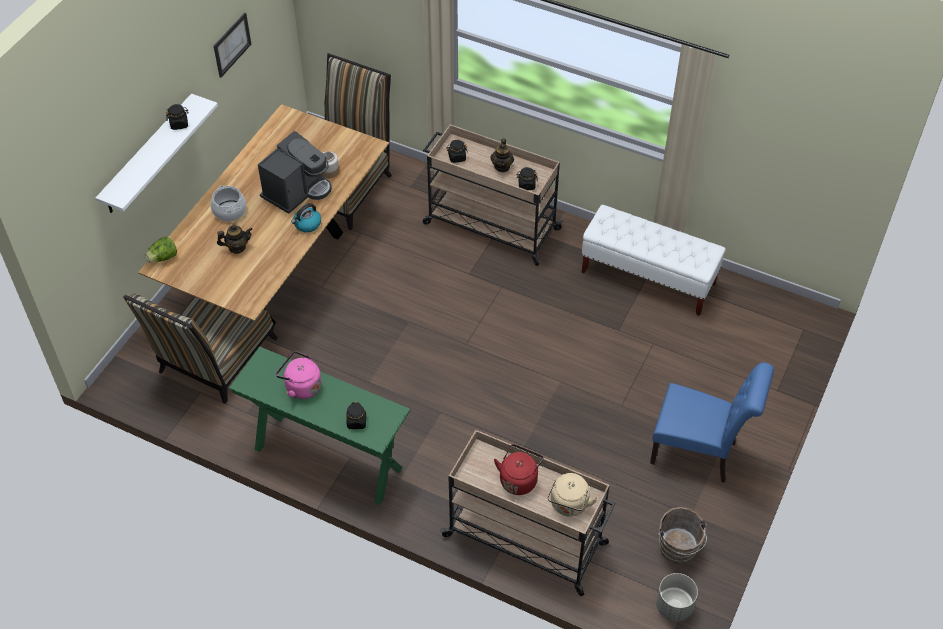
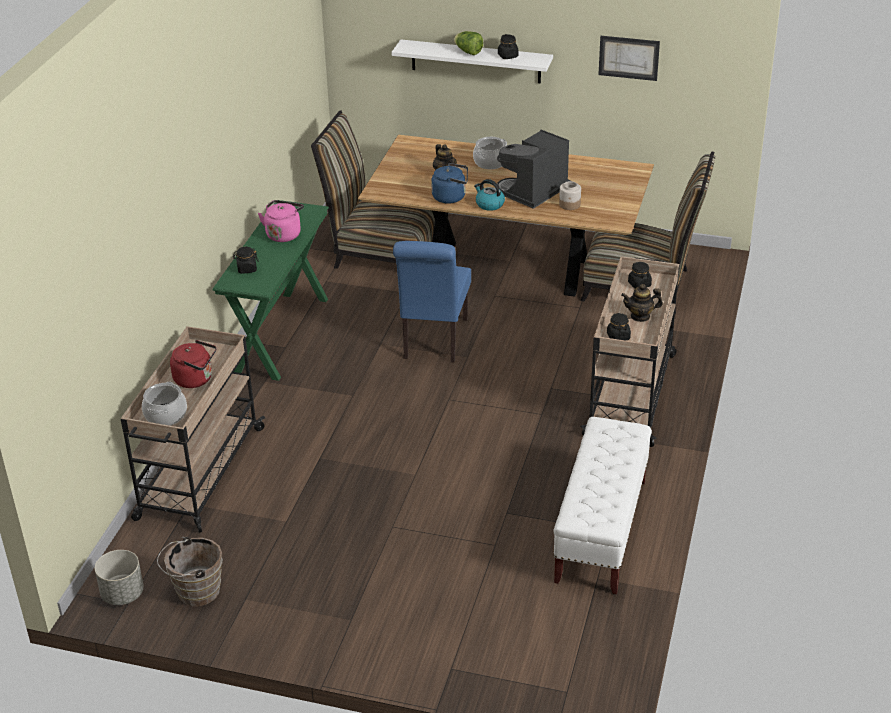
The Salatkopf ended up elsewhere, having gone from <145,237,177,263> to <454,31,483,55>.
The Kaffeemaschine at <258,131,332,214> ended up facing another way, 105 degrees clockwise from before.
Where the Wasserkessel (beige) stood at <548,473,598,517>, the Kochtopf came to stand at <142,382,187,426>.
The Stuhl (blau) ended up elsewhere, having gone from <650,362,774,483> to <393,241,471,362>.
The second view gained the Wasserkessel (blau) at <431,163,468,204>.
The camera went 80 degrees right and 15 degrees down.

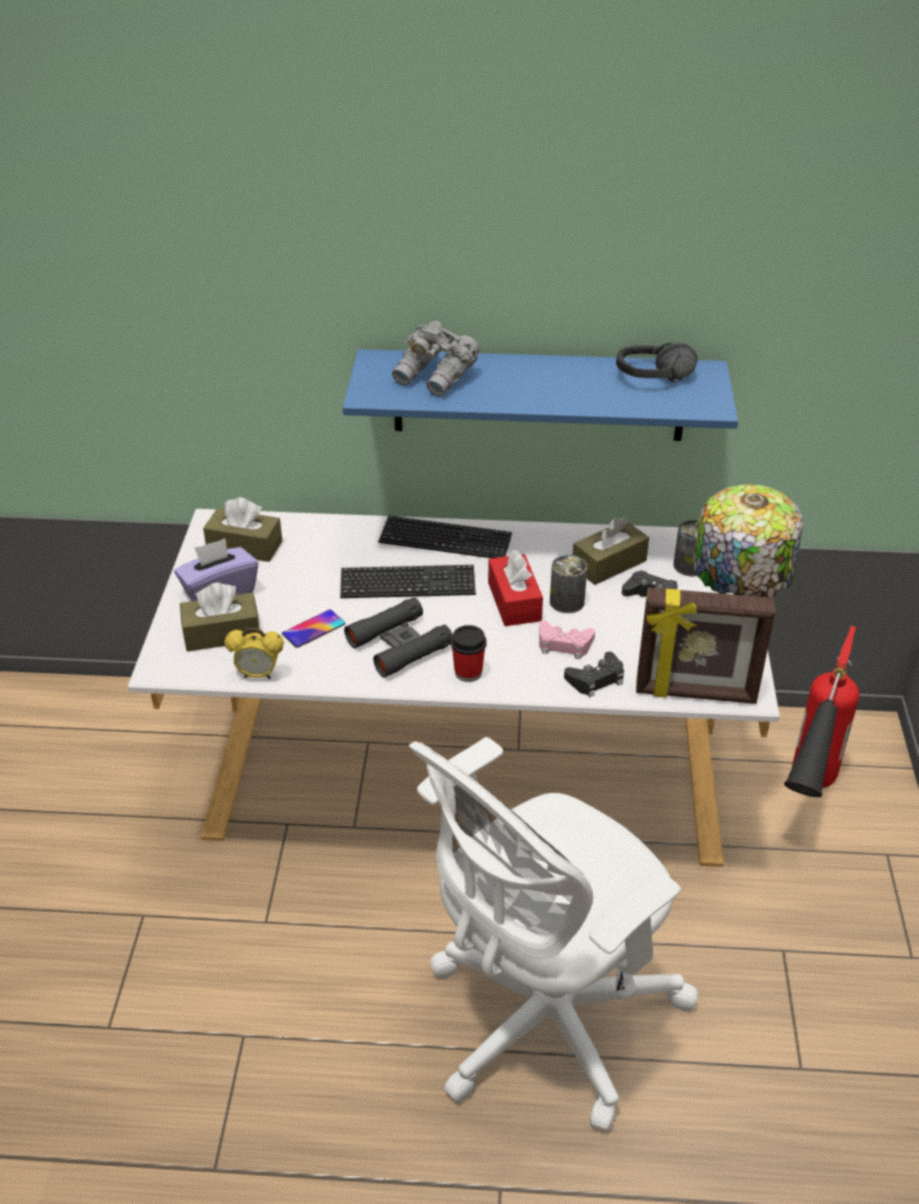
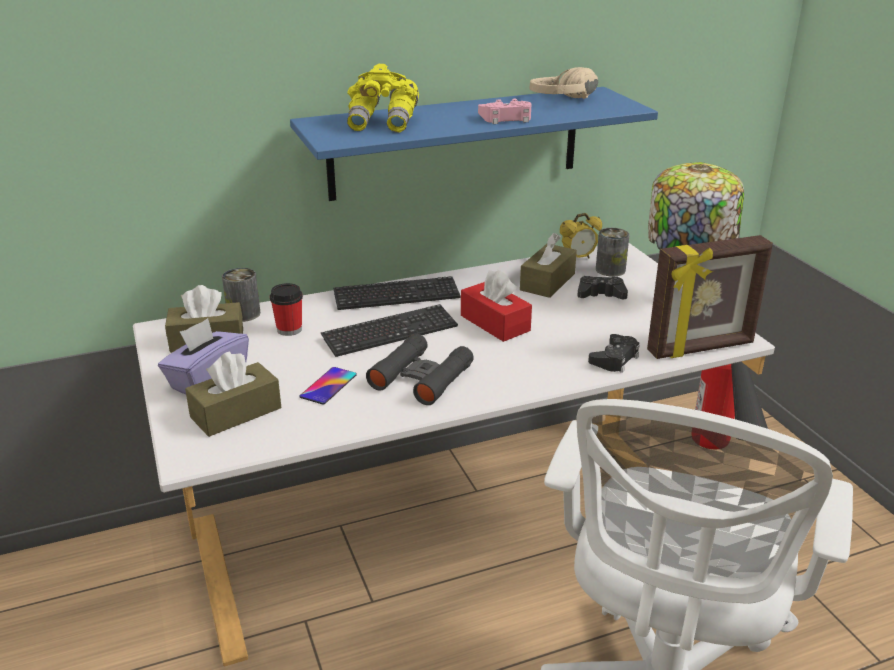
The Wecker ended up elsewhere, having gone from <224,628,284,679> to <560,213,602,258>.
What was the Fernglas (grau) at <392,320,480,396> turned into the Fernglas (gelb) at <347,64,419,132>.
The Tasse ended up elsewhere, having gone from <451,625,487,682> to <270,283,303,336>.
The Gamepad (rosa) ended up elsewhere, having gone from <539,621,595,659> to <478,99,531,124>.
The Dose ended up elsewhere, having gone from <550,555,587,613> to <222,268,260,322>.
What was the Kopfhörer (schwarz) at <616,343,698,382> turned into the Kopfhörer (beige) at <530,67,598,99>.
The camera went 25 degrees left and 10 degrees down.

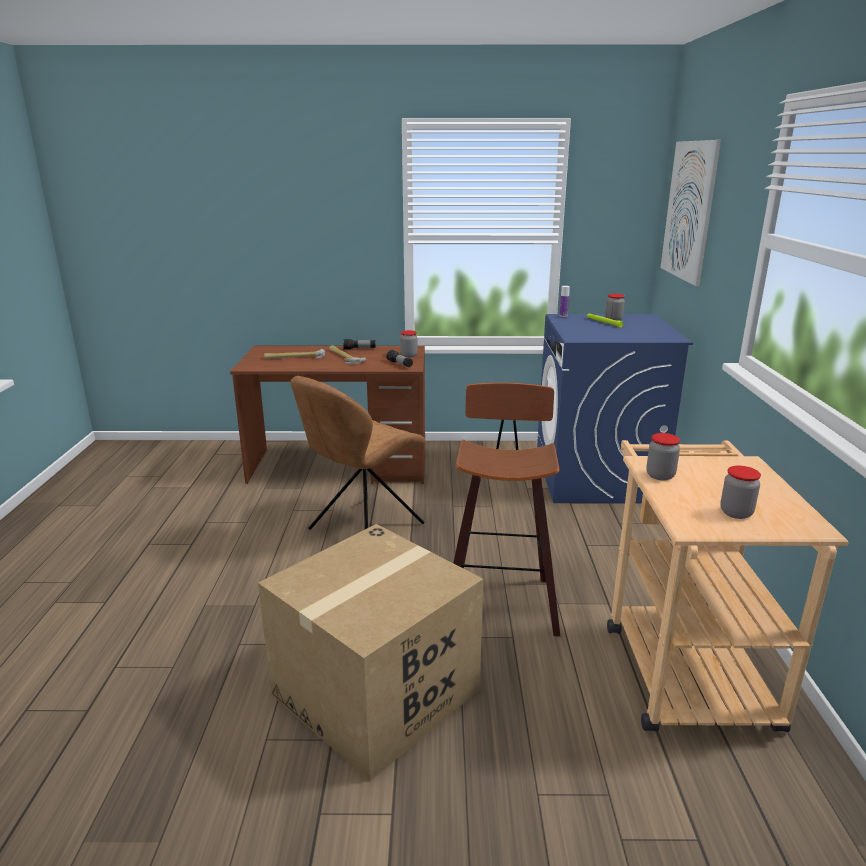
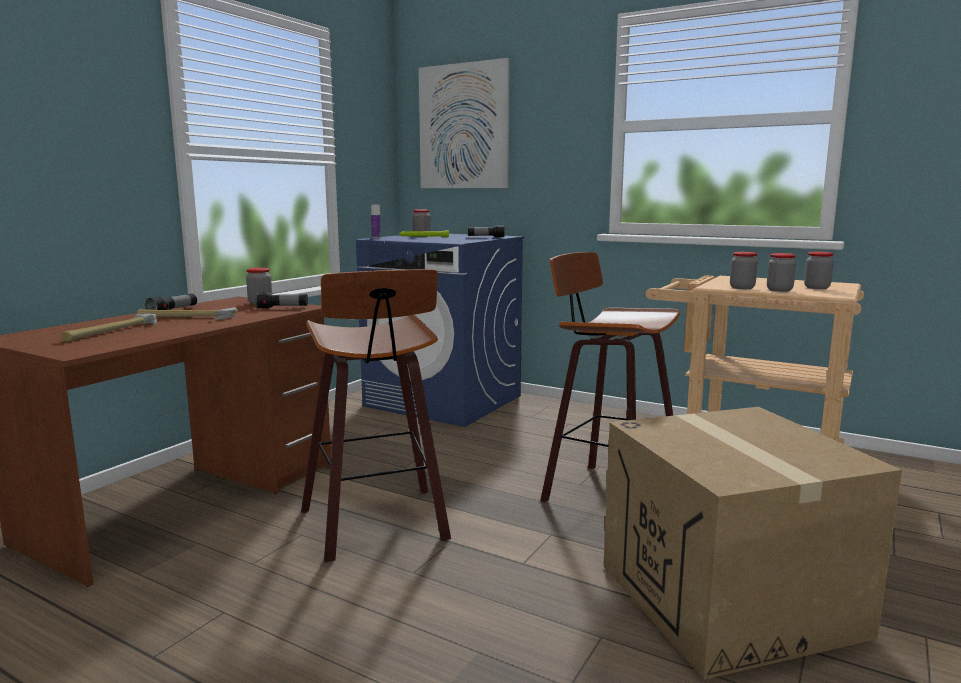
Where the Stuhl (braun) stood at <290,376,426,530>, the Hocker came to stand at <301,269,451,562>.
The second view gained the Taschenlampe at <468,225,505,237>.
The second view gained the Vorratsglas at <767,253,796,292>.
The camera went 60 degrees left and 10 degrees down.

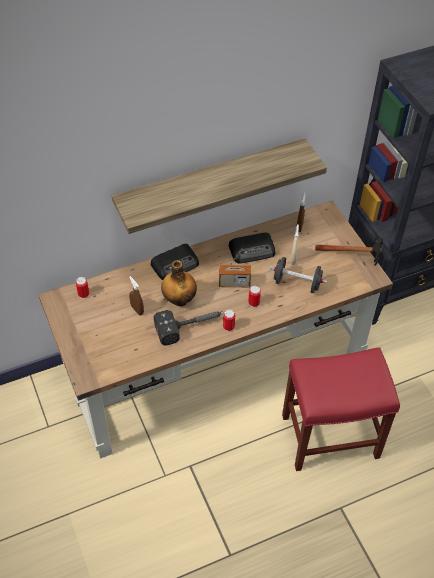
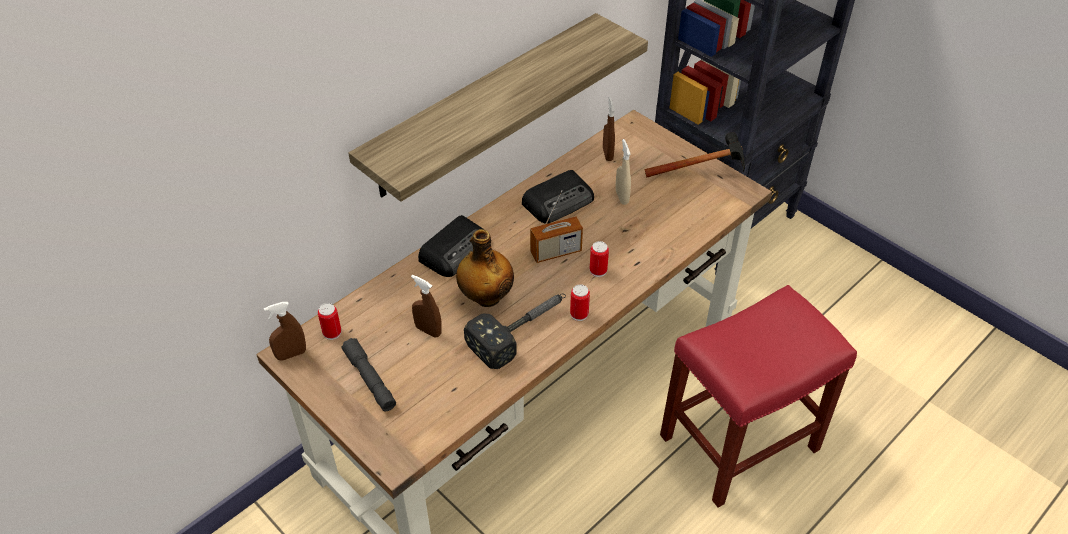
The second view lost the Hantel (schwarz) at <270,257,327,293>.
The second view gained the Sprühflasche (braun) at <264,302,306,360>.
The second view gained the Taschenlampe (grau) at <341,338,396,411>.
The camera went 20 degrees left and 5 degrees down.

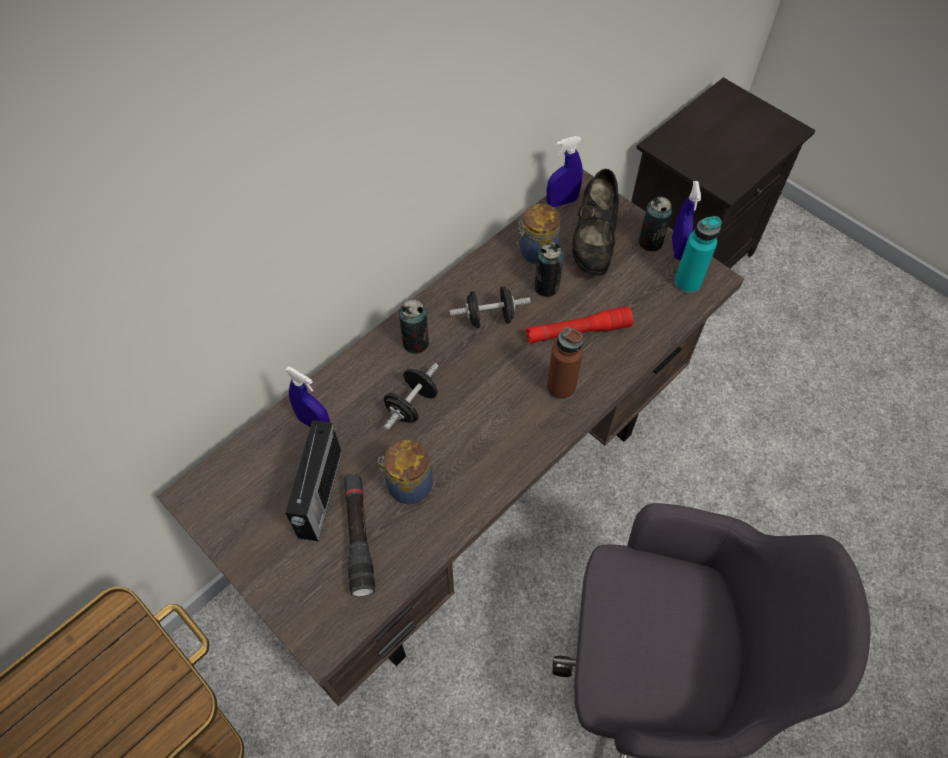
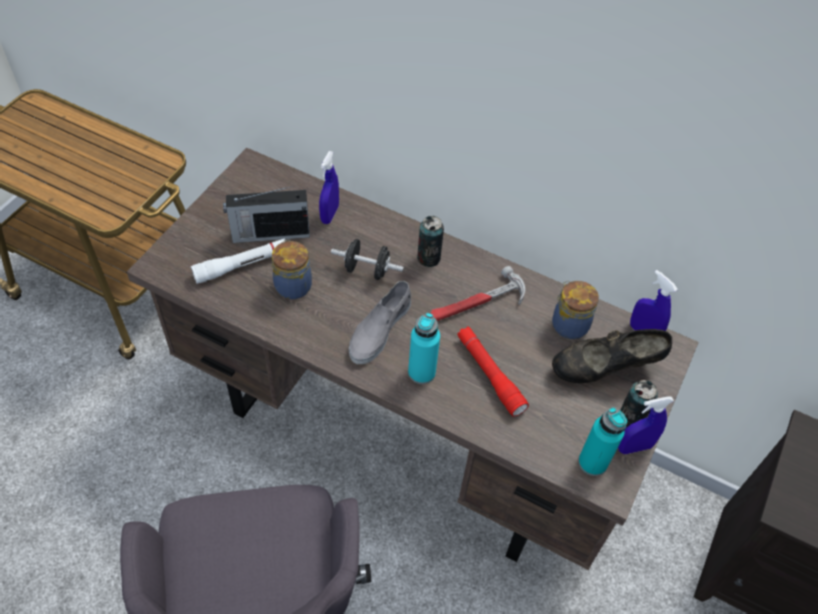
What was the Taschenlampe (schwarz) at <344,473,375,597> turned into the Taschenlampe (weiß) at <191,238,285,284>.
Where the Hantel (schwarz) stood at <449,286,531,328>, the Hammer came to stand at <431,266,525,321>.
The second view lost the Dose at <534,242,564,297>.
What was the Flasche (braun) at <546,327,584,401> turned into the Flasche (türkis) at <408,313,440,384>.
The second view gained the Schuh (grau) at <349,281,411,364>.
The camera went 70 degrees right and 5 degrees down.

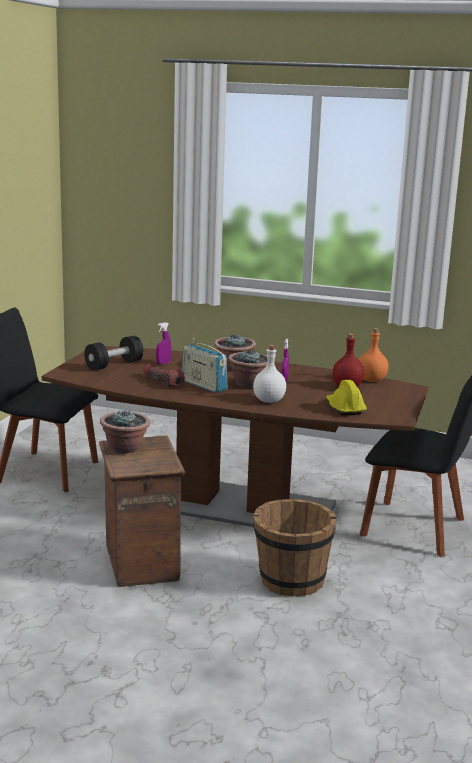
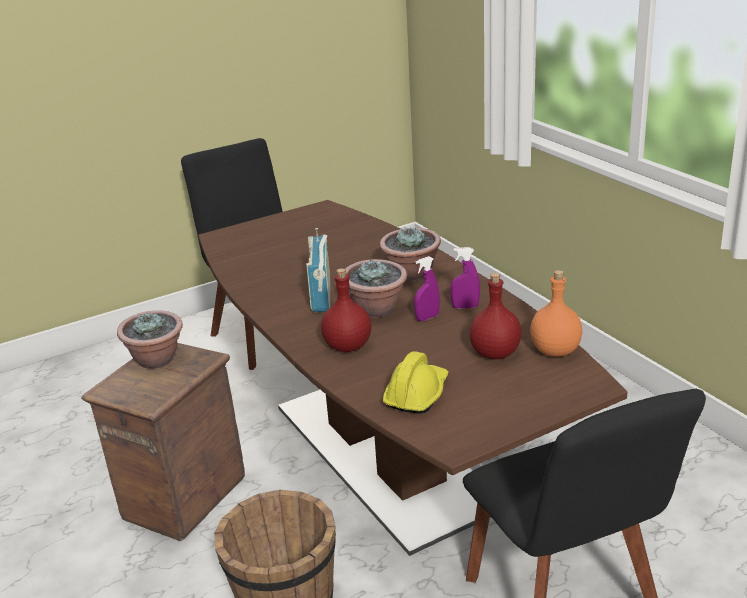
The second view lost the Hantel (schwarz) at <84,336,144,370>.
The second view lost the Taschenlampe at <143,364,185,387>.
The Sprühflasche (lila) ended up elsewhere, having gone from <156,322,172,365> to <450,247,480,309>.
What was the Flasche (weiß) at <253,345,286,403> turned into the Flasche (rot) at <321,268,371,352>.
The camera went 45 degrees right and 10 degrees up.

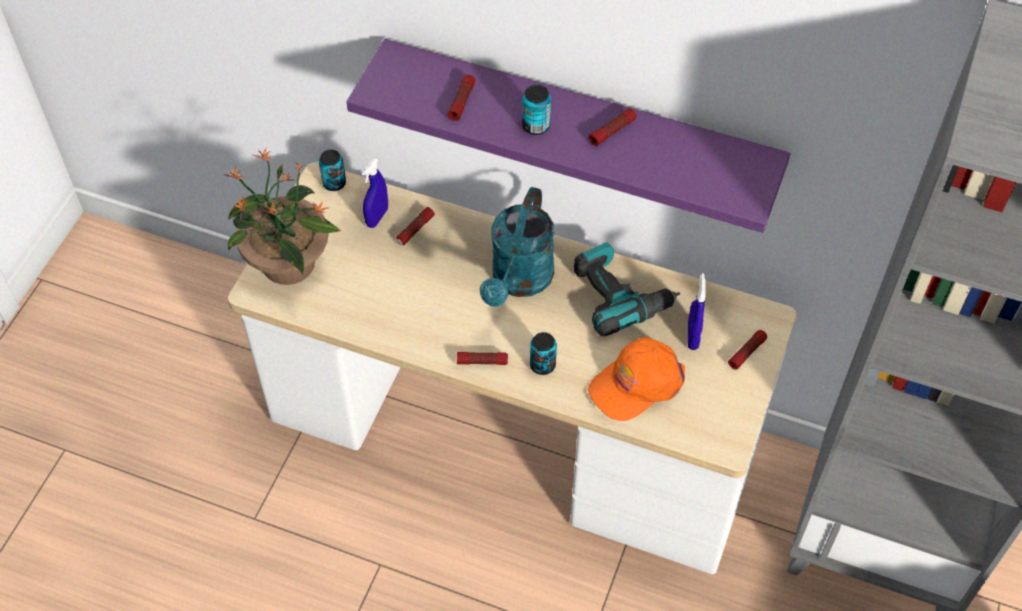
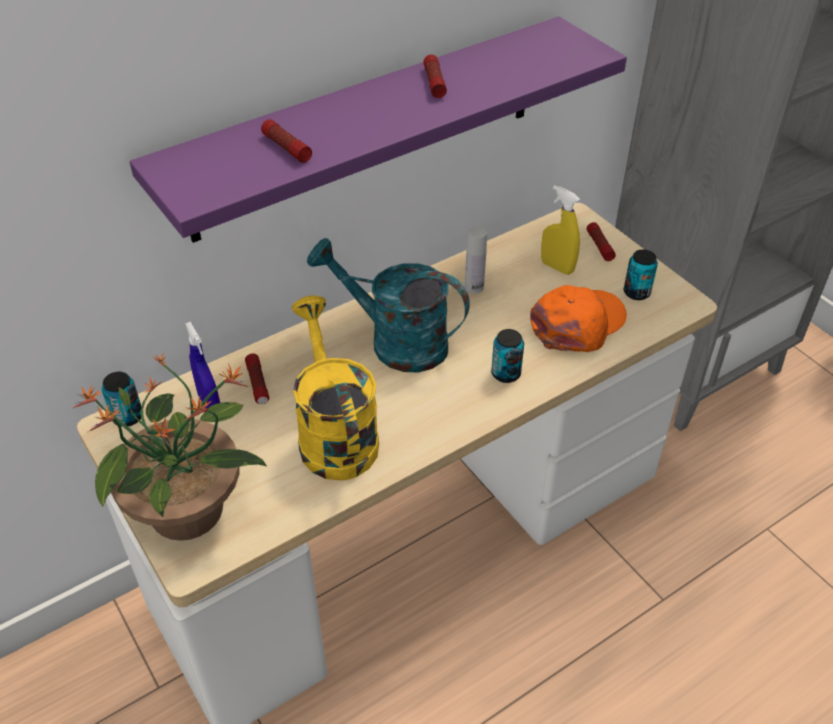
The second view lost the Taschenlampe at <457,352,508,365>.
The Gießkanne (türkis) at <480,187,554,307> ended up facing another way, 150 degrees clockwise from before.
The Dose ended up elsewhere, having gone from <522,85,551,135> to <624,249,658,300>.
Where the Bohrmaschine stood at <574,242,680,336>, the Flasche (weiß) came to stand at <465,226,487,294>.
The Kappe (orange) at <588,337,685,421> ended up facing another way, 135 degrees counterclockwise from before.
What was the Sprühflasche (blau) at <688,273,705,350> turned into the Sprühflasche (gelb) at <541,185,580,275>.
The second view gained the Gießkanne (gelb) at <292,295,379,481>.
The camera went 55 degrees left and 10 degrees down.

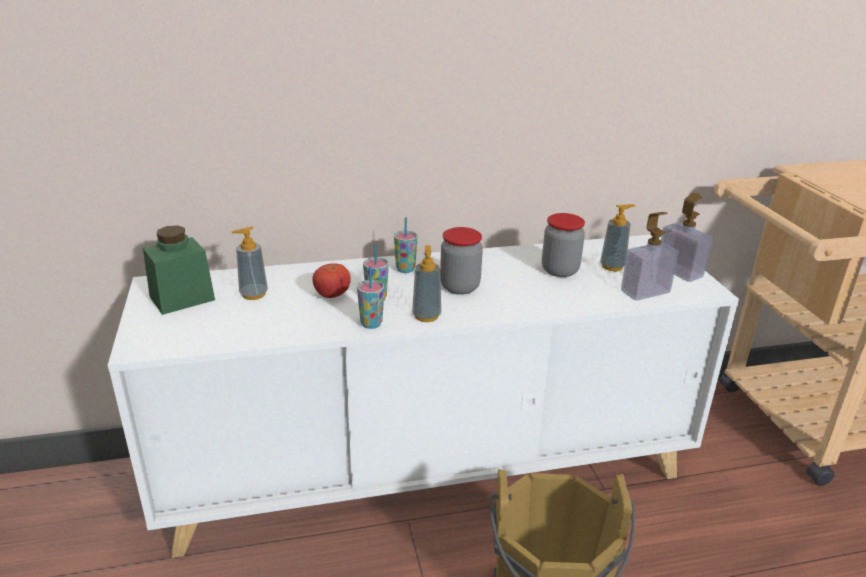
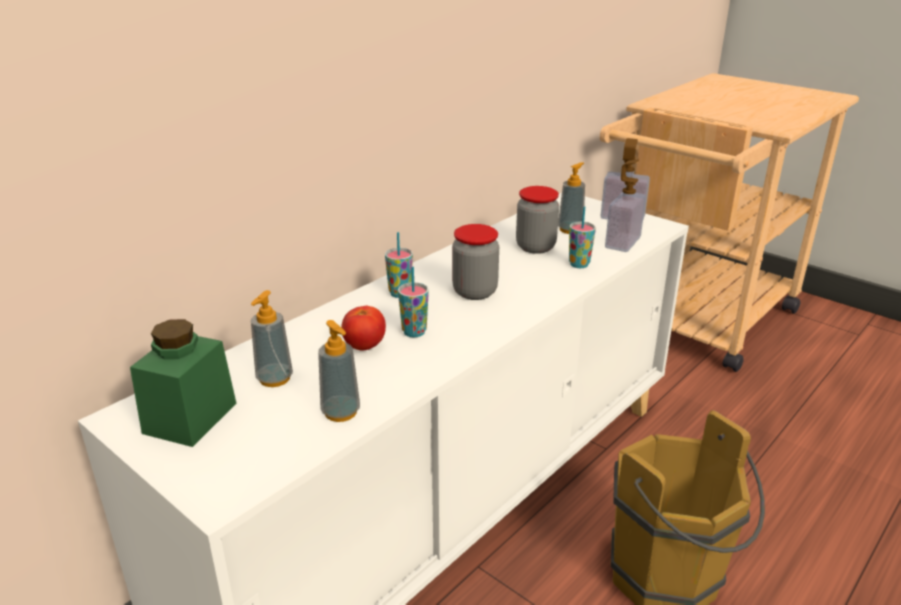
The Tasse ended up elsewhere, having gone from <357,266,384,329> to <569,206,596,268>.
The Seifenspender ended up elsewhere, having gone from <412,245,441,322> to <318,320,360,422>.
The camera went 35 degrees left and 0 degrees up.

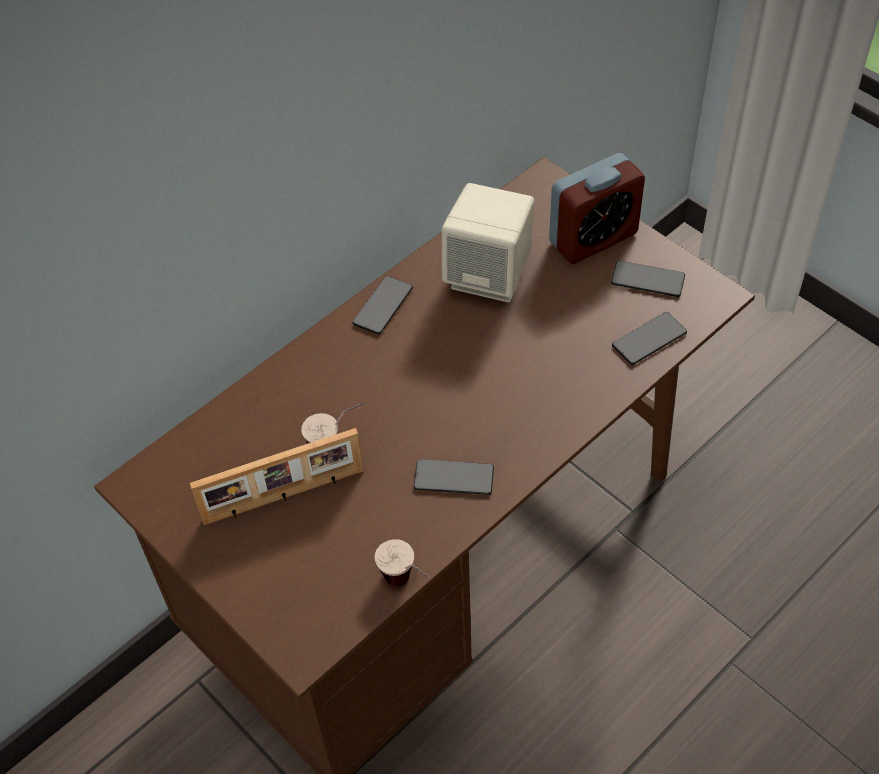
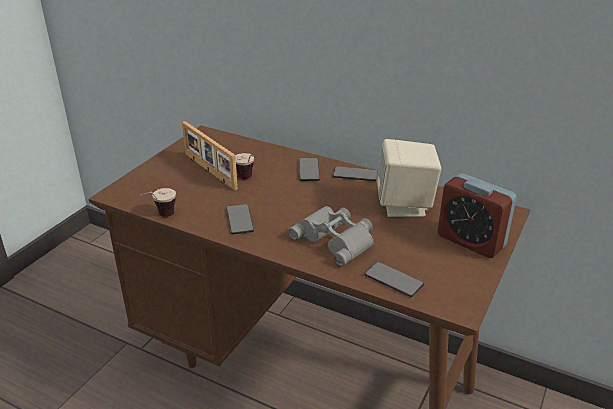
The Handy ended up elsewhere, having gone from <611,261,685,297> to <299,158,320,181>.
The second view gained the Fernglas (grau) at <288,206,374,266>.
The camera went 70 degrees right and 20 degrees down.

